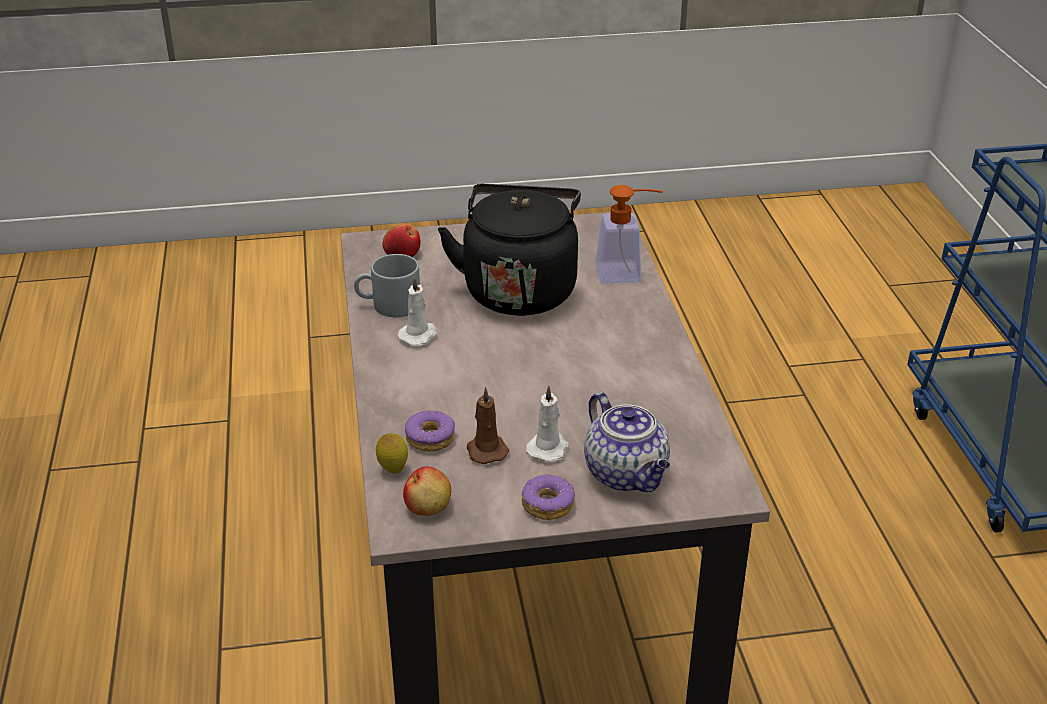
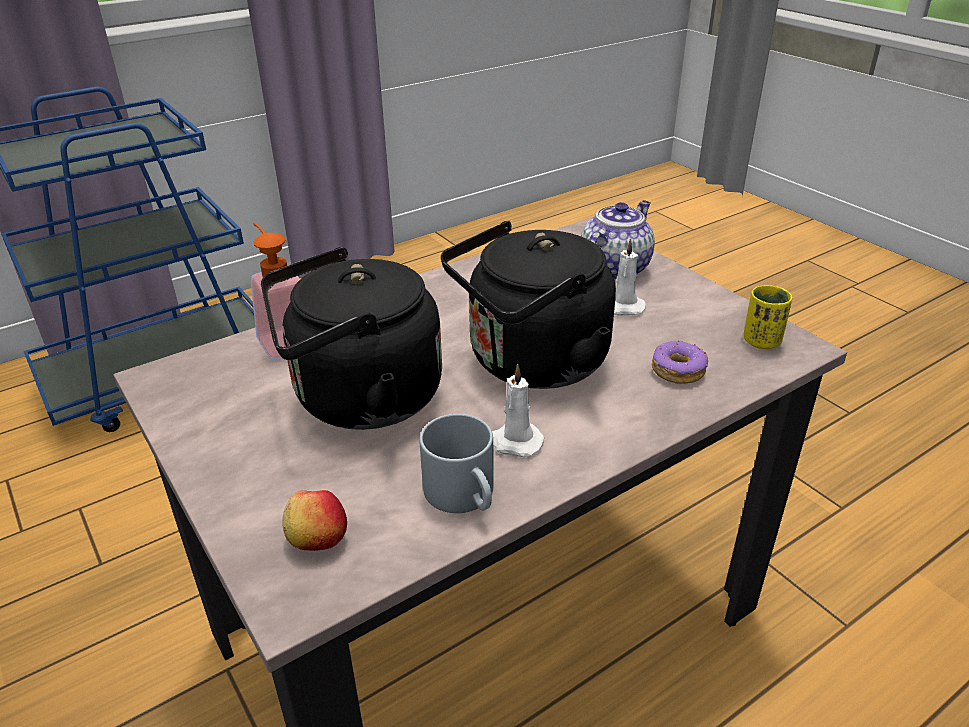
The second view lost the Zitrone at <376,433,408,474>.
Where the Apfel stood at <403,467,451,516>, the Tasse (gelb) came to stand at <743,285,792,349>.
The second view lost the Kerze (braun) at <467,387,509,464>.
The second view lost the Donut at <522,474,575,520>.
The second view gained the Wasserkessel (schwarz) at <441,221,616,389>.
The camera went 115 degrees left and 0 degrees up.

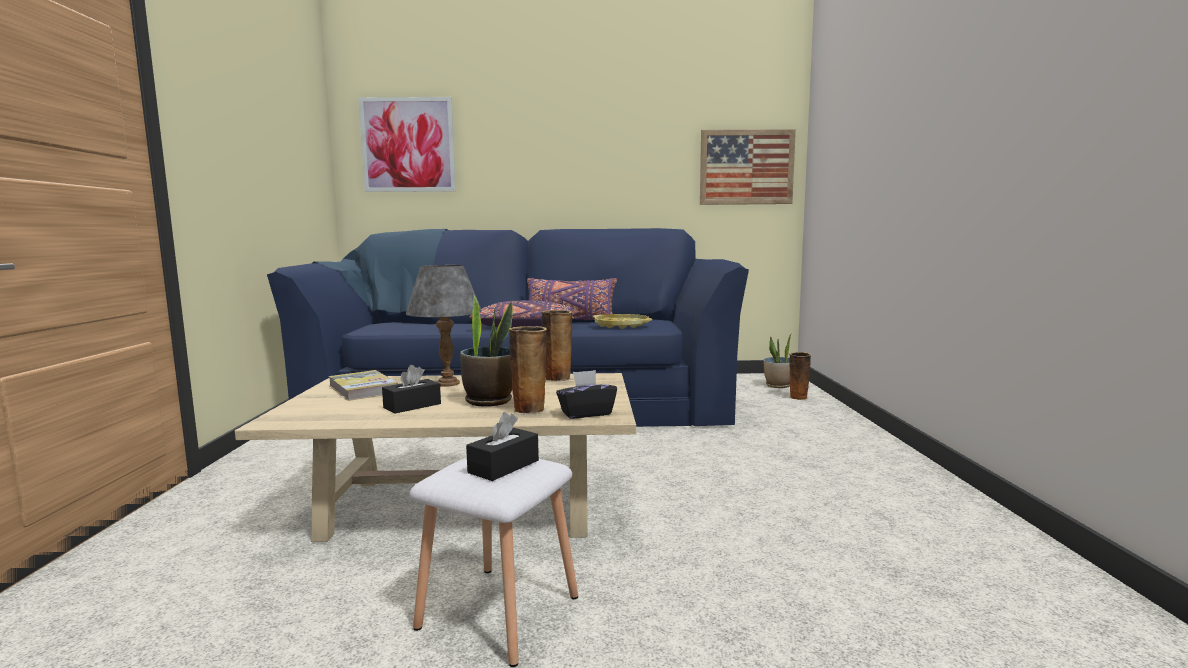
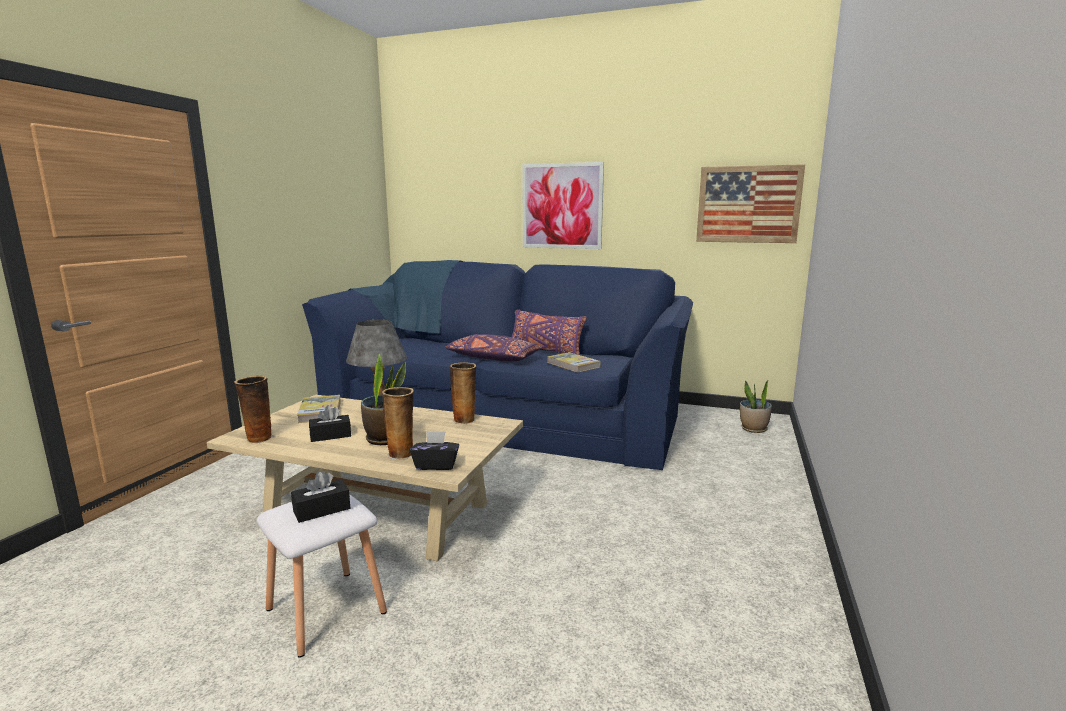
The Bild ended up elsewhere, having gone from <358,97,456,192> to <522,162,604,249>.
Where the Tablett (gelb) stood at <593,314,652,329>, the Buch came to stand at <547,352,601,373>.
The Vase ended up elsewhere, having gone from <789,352,811,400> to <234,376,273,443>.
The camera went 20 degrees right and 5 degrees up.

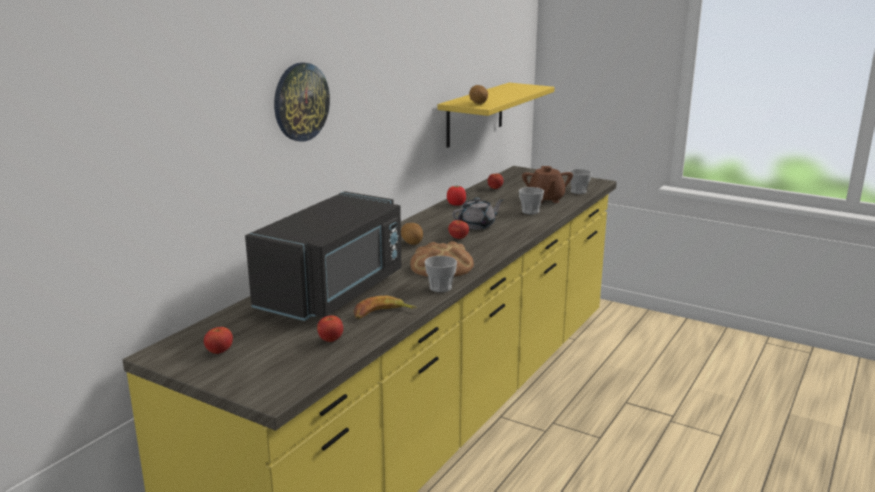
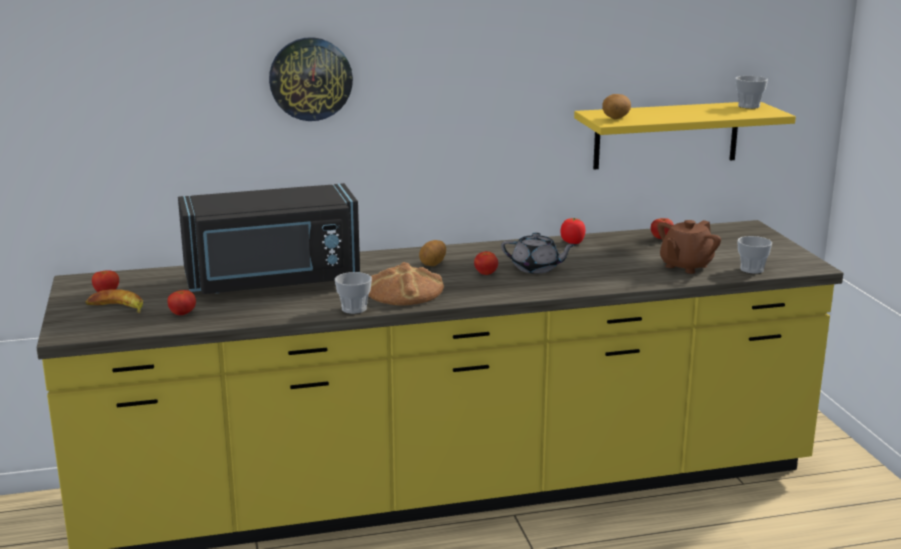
The Banane ended up elsewhere, having gone from <353,296,417,319> to <85,289,143,314>.
The Tasse ended up elsewhere, having gone from <519,187,544,214> to <736,76,768,109>.
The camera went 45 degrees right and 0 degrees up.

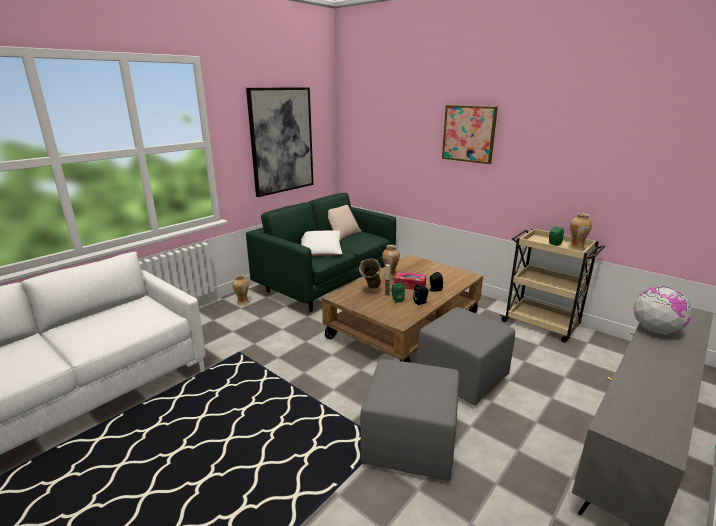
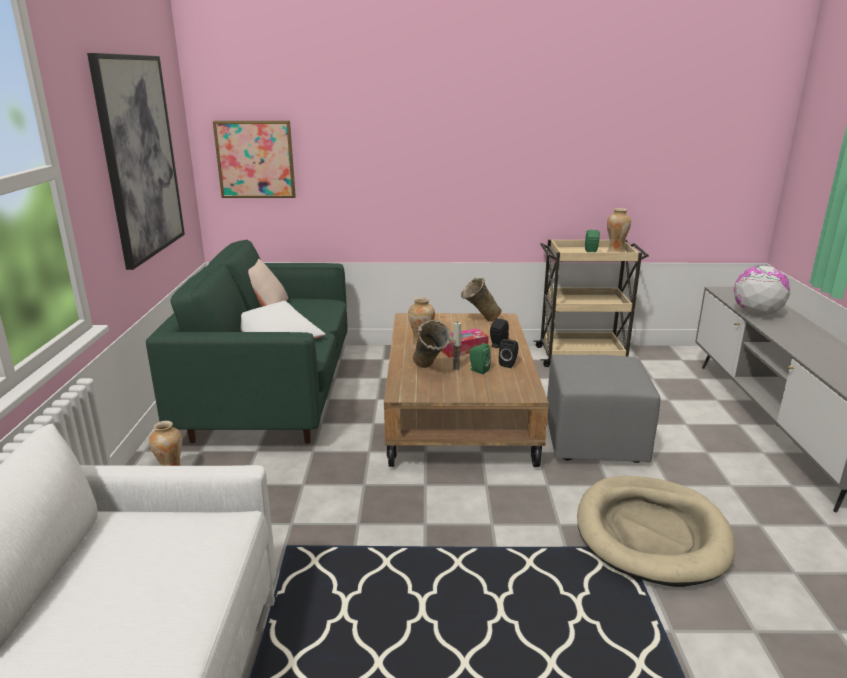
Where the Polsterhocker (grau) stood at <360,359,459,481>, the Hundebett (beige) came to stand at <577,476,735,587>.
The Bild ended up elsewhere, having gone from <442,105,498,164> to <213,121,296,198>.
The second view gained the Vase (beige) at <461,278,502,321>.
The camera went 40 degrees left and 0 degrees up.

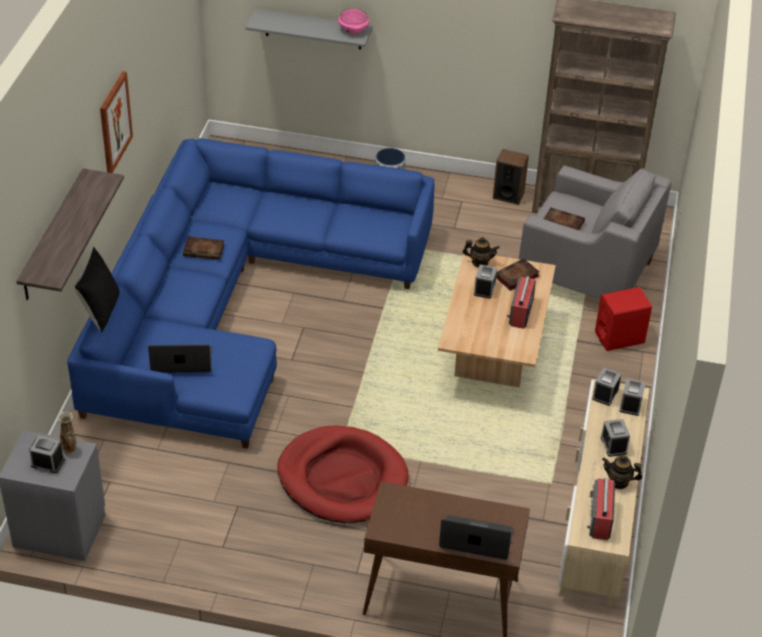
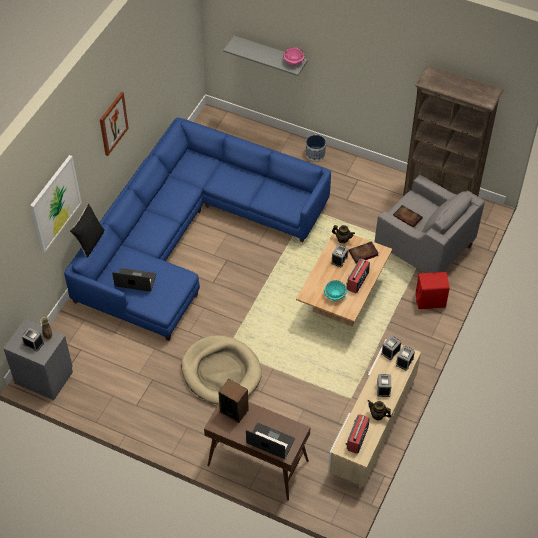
Where the Wandregal hung at <16,169,124,300>, the Bild came to hang at <30,155,82,253>.
The second view lost the Buch at <183,236,224,260>.
What was the Hundebett (rot) at <277,425,409,523> turned into the Hundebett (beige) at <181,335,262,404>.
The Lautsprecher ended up elsewhere, having gone from <493,149,529,205> to <218,379,249,423>.
The second view gained the Schüssel (türkis) at <324,280,347,301>.
The camera went 15 degrees right and 10 degrees up.

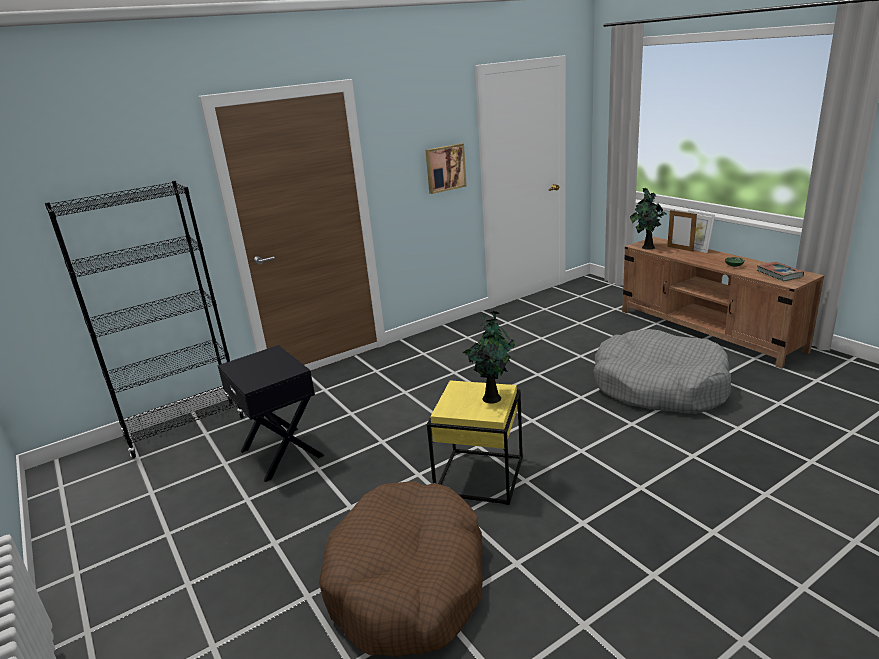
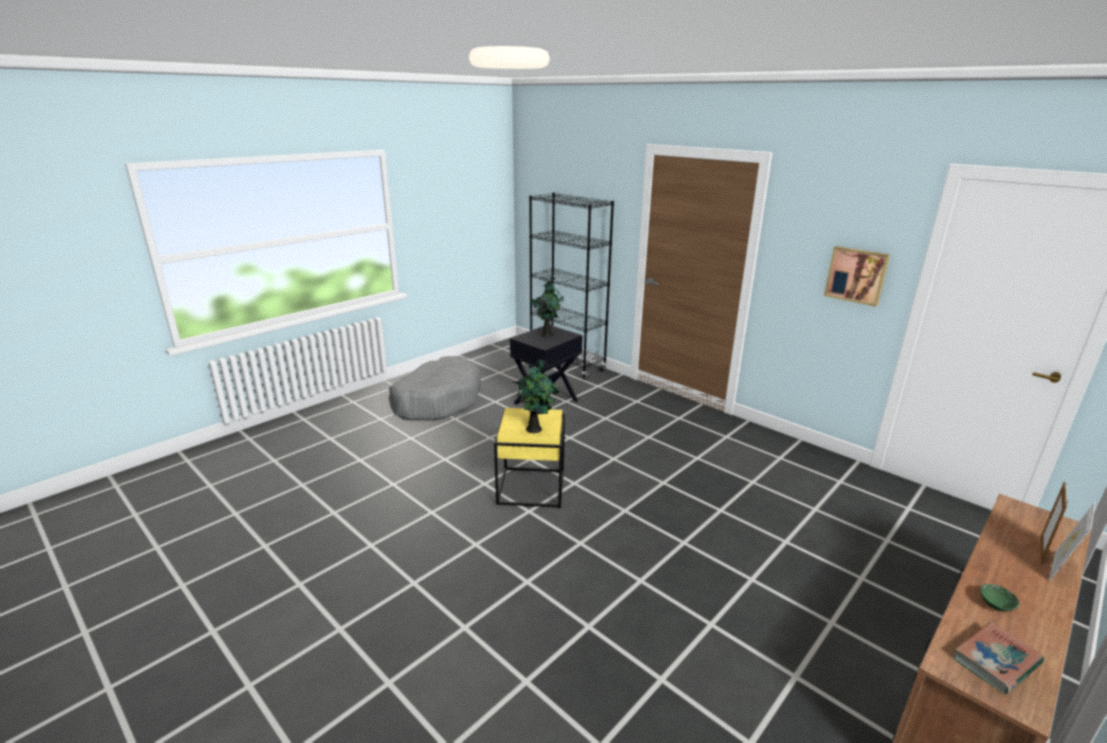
The second view lost the Hundebett (braun) at <319,481,483,657>.
The Hundebett (grau) ended up elsewhere, having gone from <594,329,731,414> to <389,356,481,420>.
The Topfpflanze ended up elsewhere, having gone from <630,188,667,250> to <530,277,564,337>.
The camera went 75 degrees right and 0 degrees up.

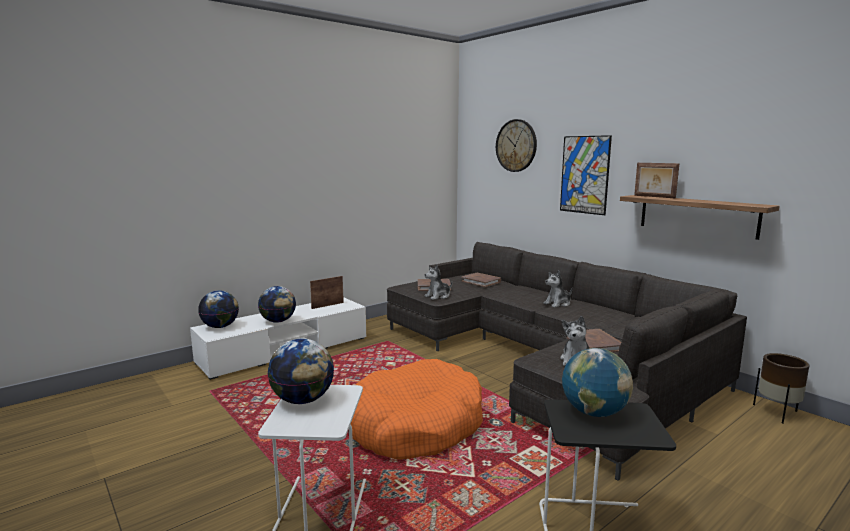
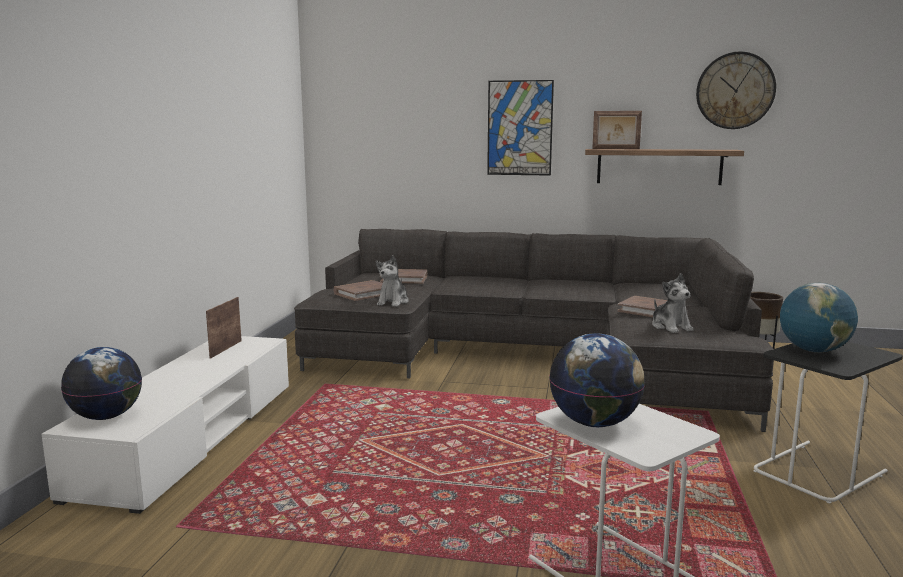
The second view lost the Globus at <258,286,296,323>.
The second view lost the Hundebett (orange) at <351,359,483,460>.
The Wanduhr ended up elsewhere, having gone from <496,119,537,172> to <696,51,776,129>.
The second view lost the Plüschtier at <543,270,572,308>.
The camera went 40 degrees left and 0 degrees up.

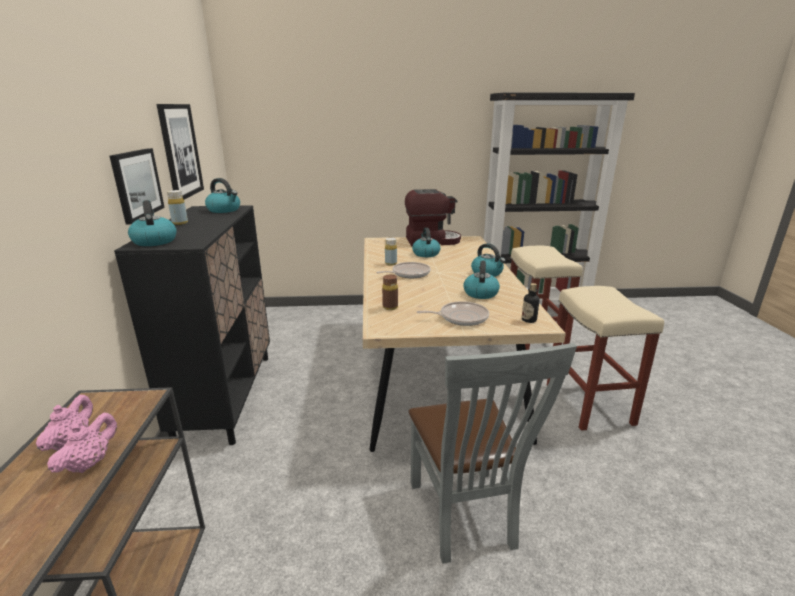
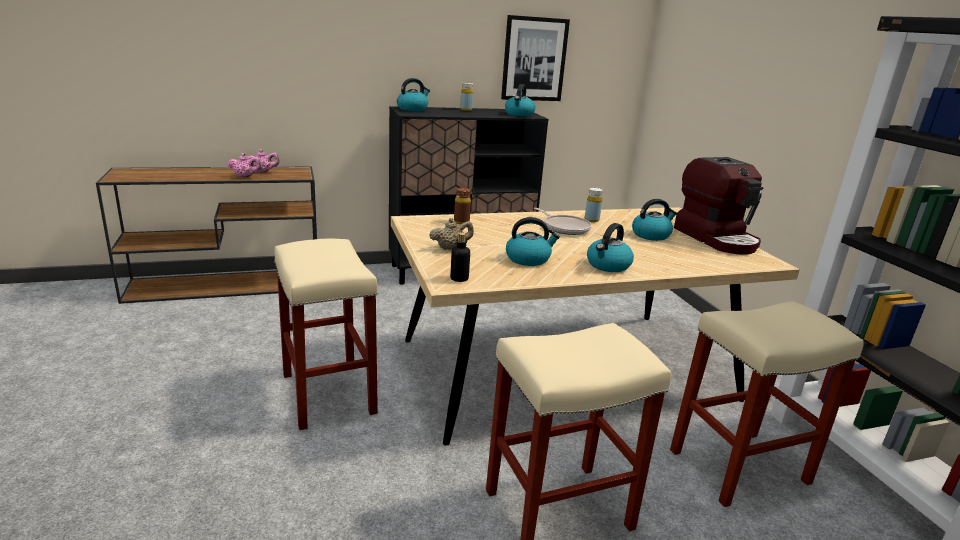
The second view lost the Bild at <110,148,165,224>.
Where the Stuhl (grau) stood at <409,343,577,564>, the Hocker (beige) came to stand at <274,239,378,430>.
Where the Pfanne stood at <417,301,489,326>, the Teekanne (beige) came to stand at <429,218,474,250>.
The camera went 75 degrees right and 0 degrees up.

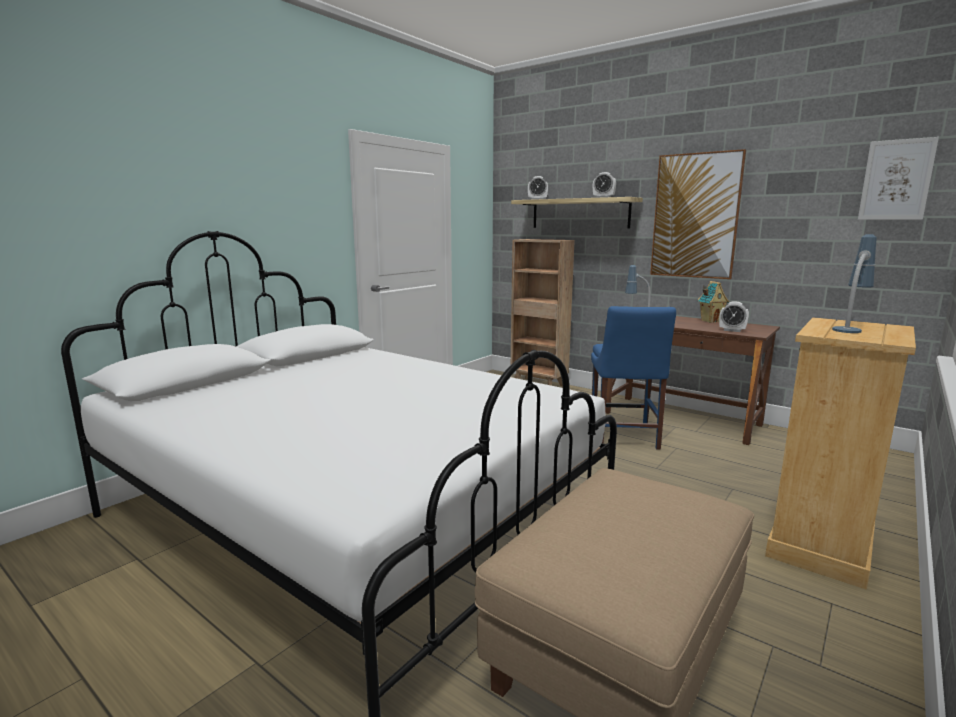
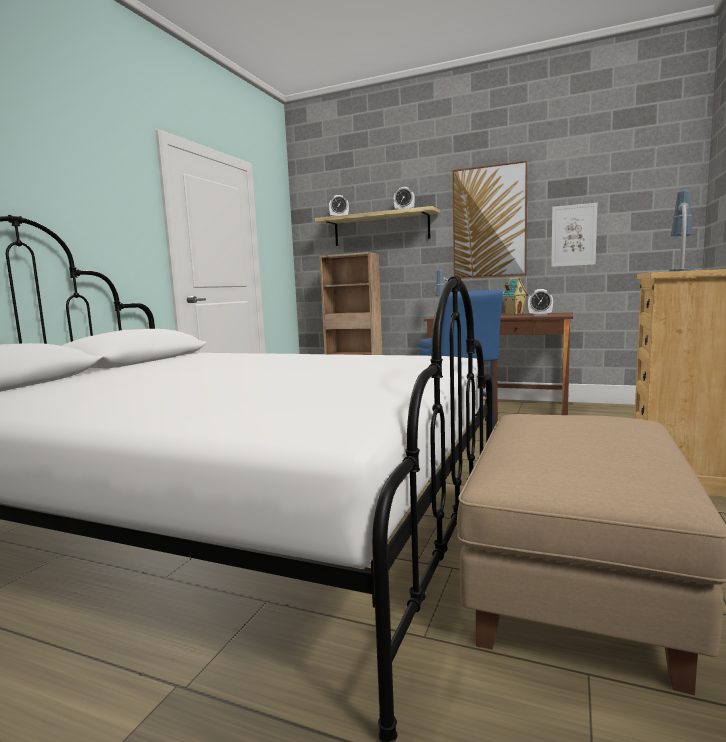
The Bild ended up elsewhere, having gone from <858,137,939,220> to <551,203,597,267>.
The camera went 15 degrees left and 5 degrees down.

